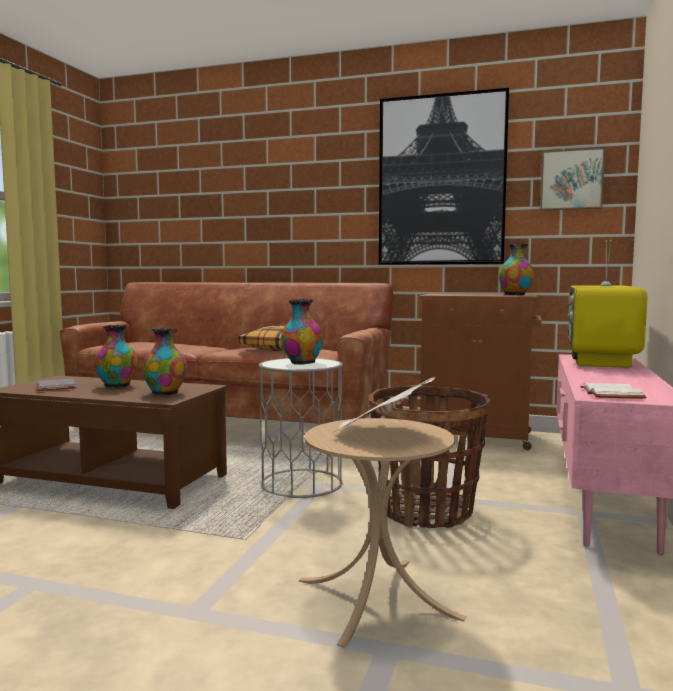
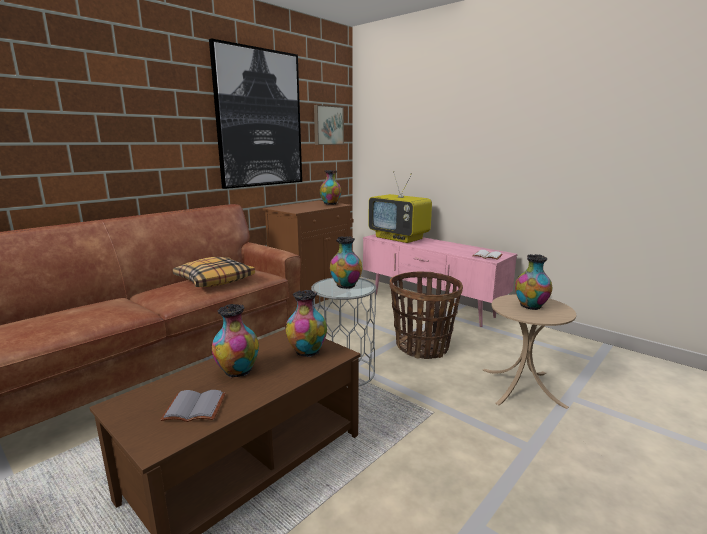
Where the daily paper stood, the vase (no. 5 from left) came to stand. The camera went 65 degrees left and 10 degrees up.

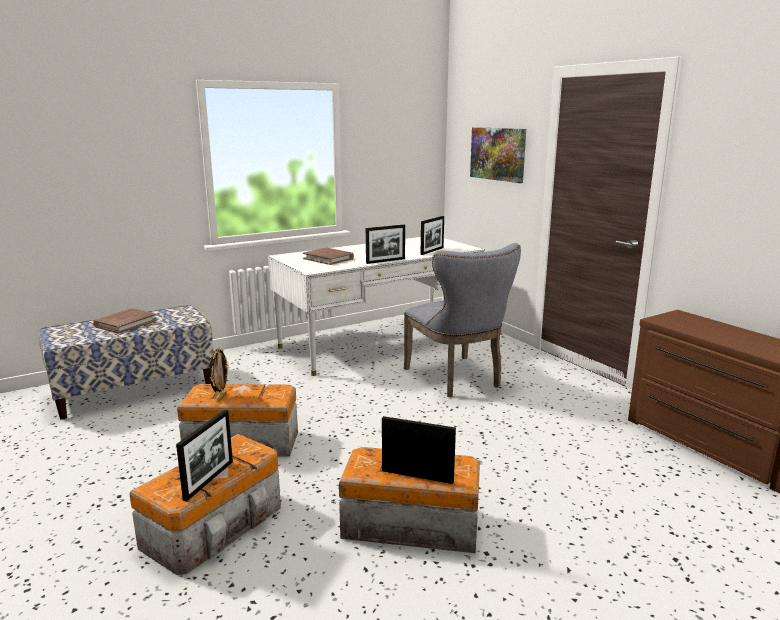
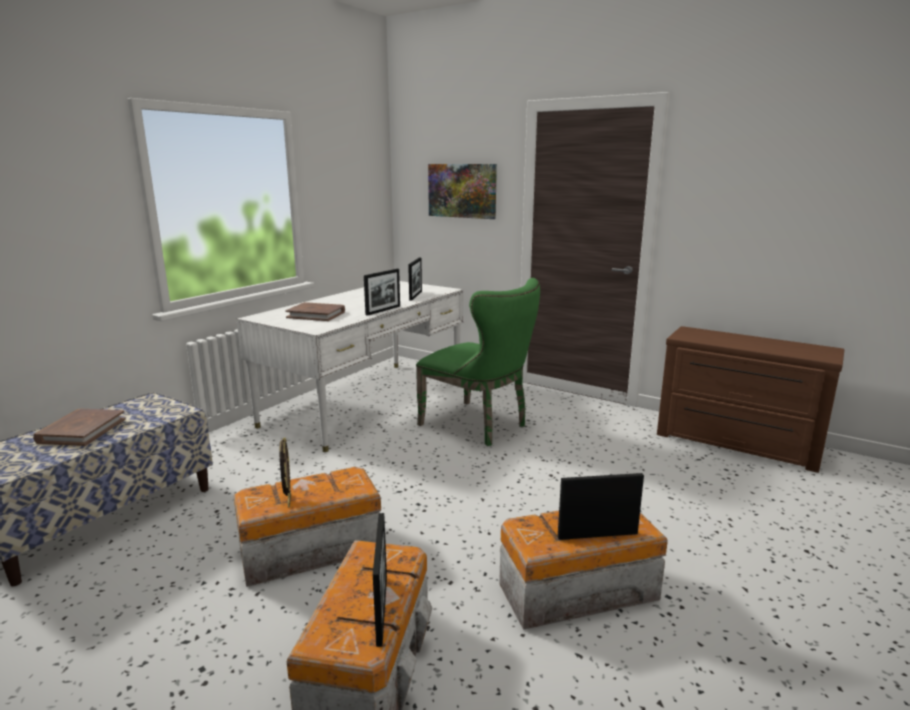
What was the greyish chair turned into the greenish chair. The camera went 25 degrees left and 0 degrees up.

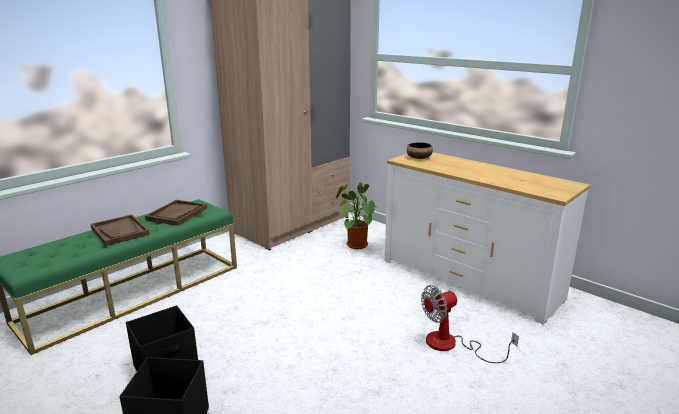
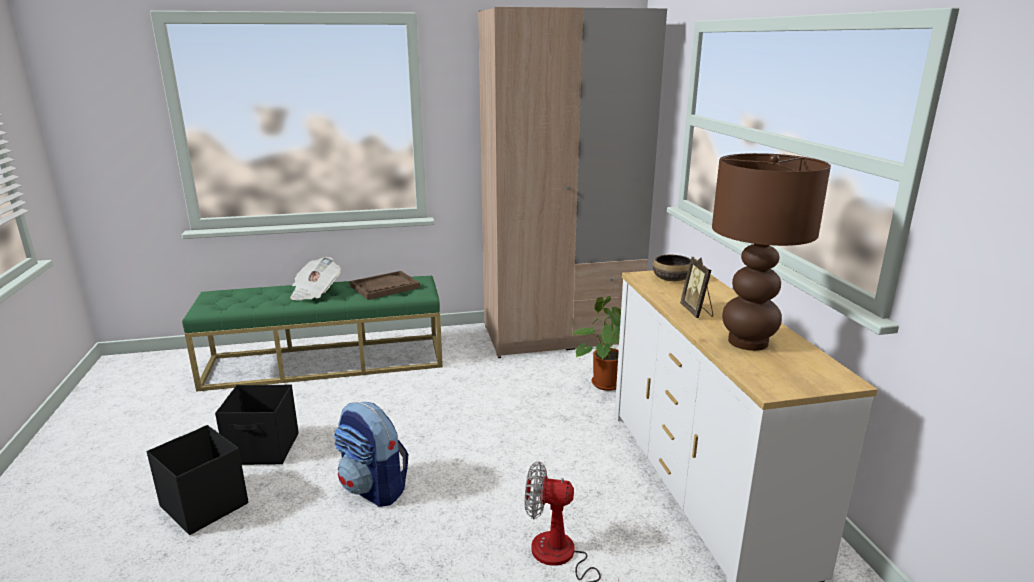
Where the brown-coloured carrying tray (no. 1 from left) stood, the daily paper came to stand. The second view gained the backpack. The second view gained the standing frame. The second view gained the brown-coloured lamp for a table. The camera went 35 degrees right and 0 degrees up.

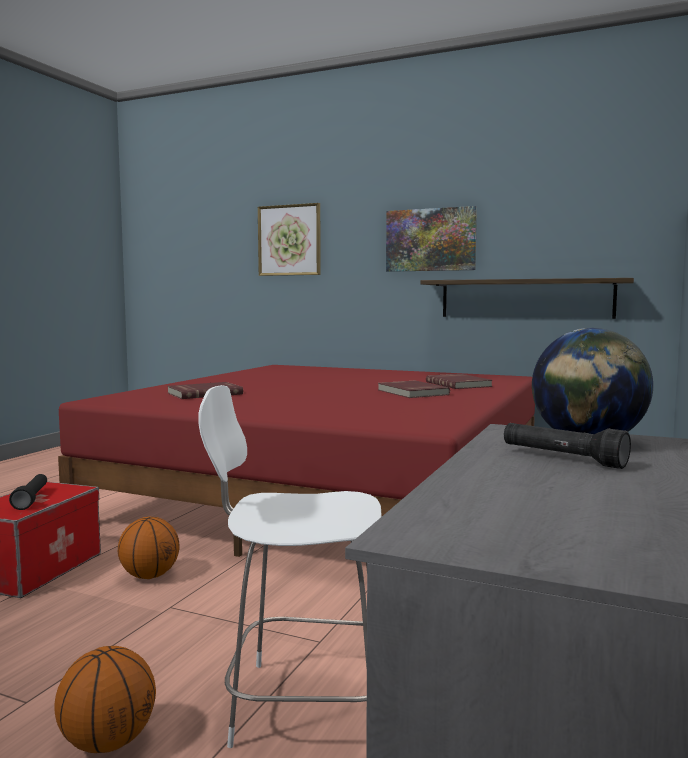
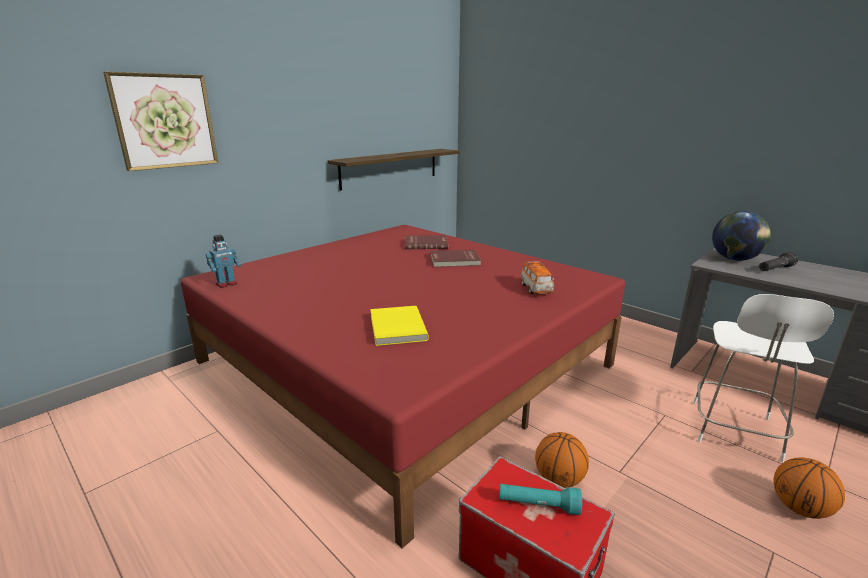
What was the blackish torch (no. 1 from left) turned into the turquoise-coloured torch. What was the red-coloured bound book (no. 1 from left) turned into the yellow bound book. The second view lost the wall picture (no. 2 from left). The second view gained the toy robot. The second view gained the model car. The camera went 70 degrees left and 15 degrees up.

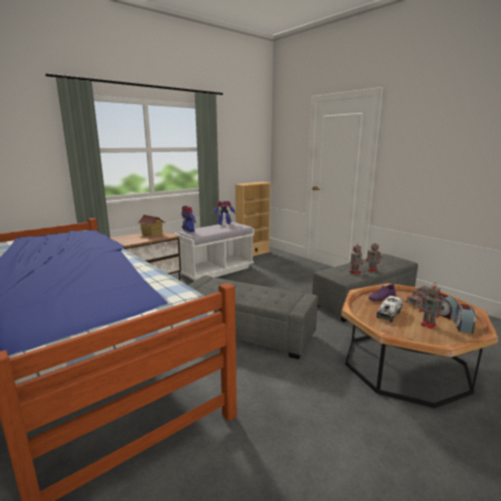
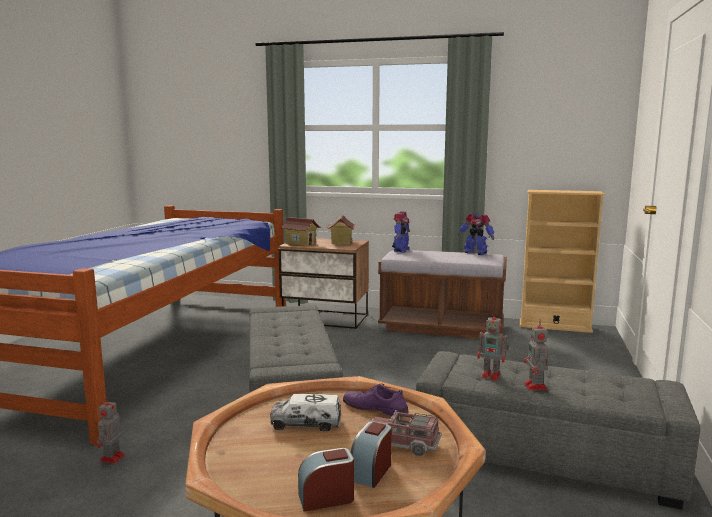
What was the whitish long seat turned into the brown-coloured long seat. The toy robot (no. 5 from left in the first image) ended up elsewhere. The second view gained the miniature house (no. 1 from left). The camera went 55 degrees right and 5 degrees down.

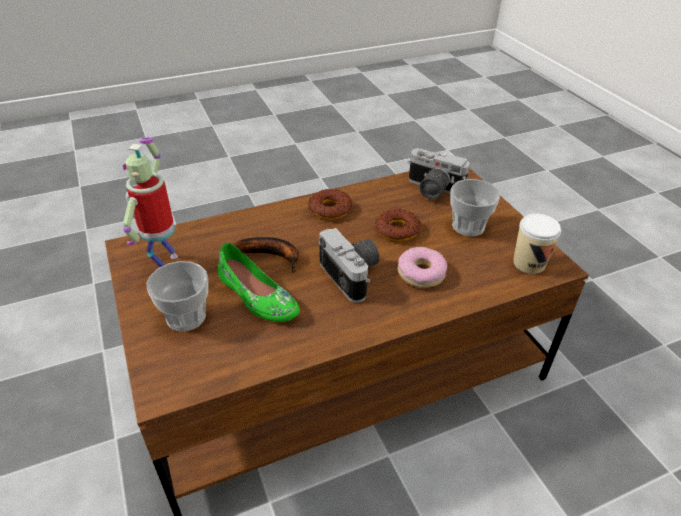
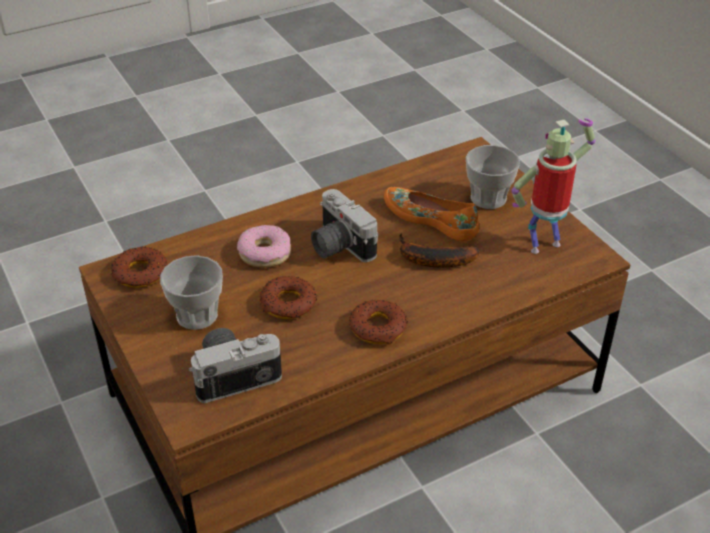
The toy robot ended up facing another way, 120 degrees counterclockwise from before. What was the greenish item of footwear turned into the orange item of footwear. The still camera (no. 2 from left in the first image) ended up facing another way, 45 degrees counterclockwise from before. Where the cup (no. 3 from left) stood, the doughnut (no. 1 from left) came to stand. The camera went 175 degrees right and 0 degrees up.

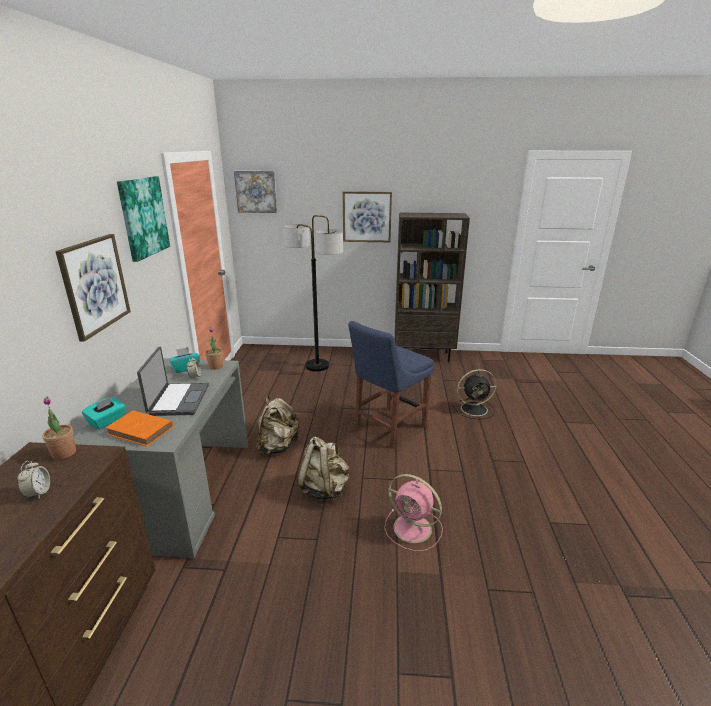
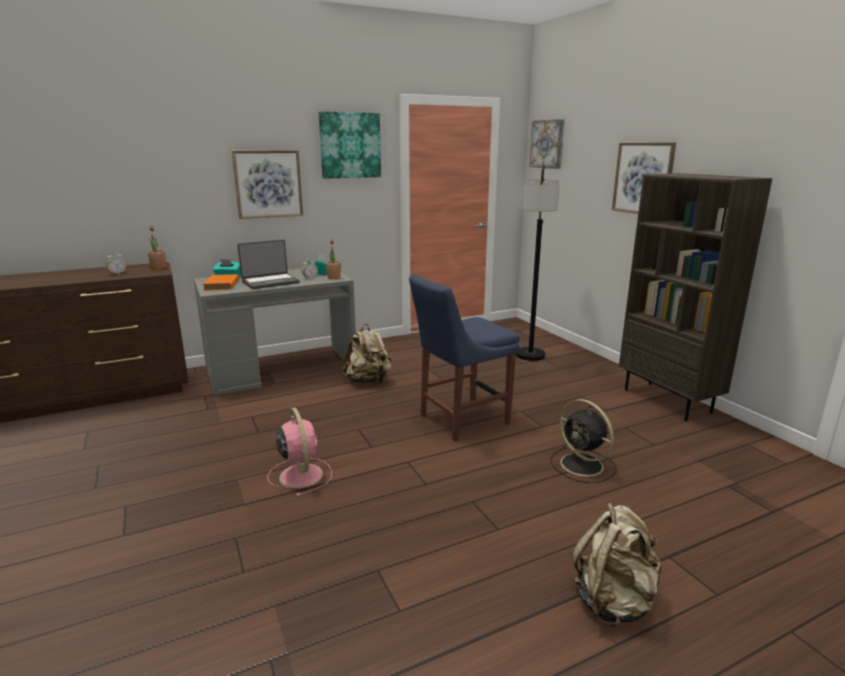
The beige backpack (no. 2 from left) ended up elsewhere. The blue-coloured chair ended up facing another way, 45 degrees counterclockwise from before. The pink fan ended up facing another way, 150 degrees clockwise from before. The camera went 60 degrees right and 5 degrees down.

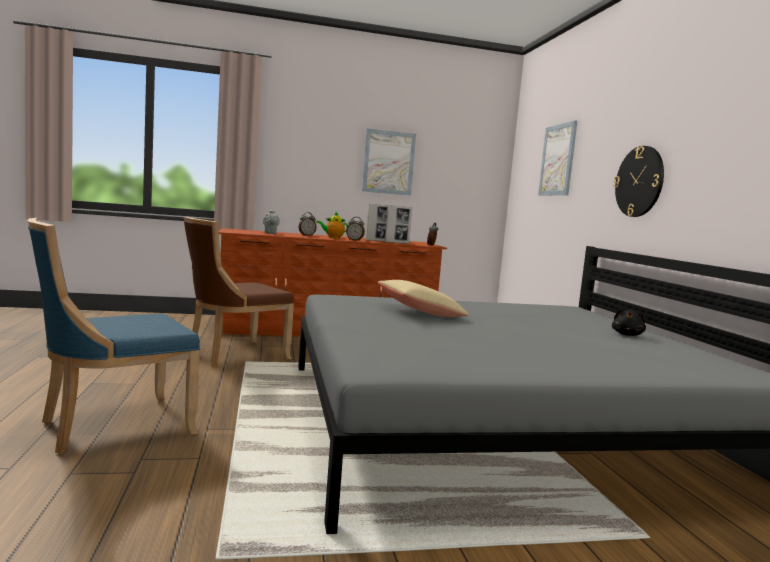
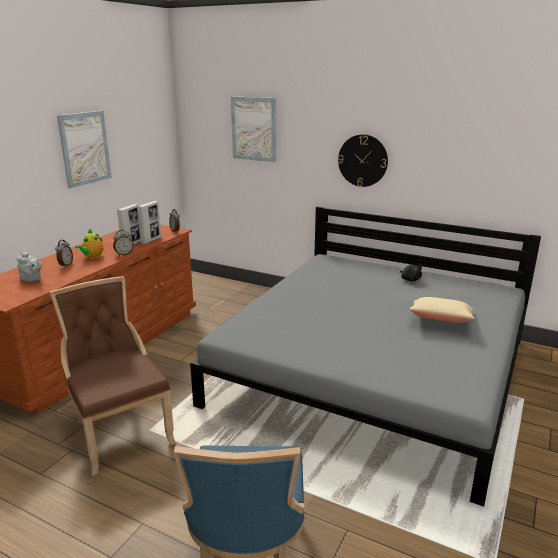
The brown-coloured chair ended up facing another way, 150 degrees clockwise from before. The beige cushion ended up elsewhere. The camera went 50 degrees left and 15 degrees up.

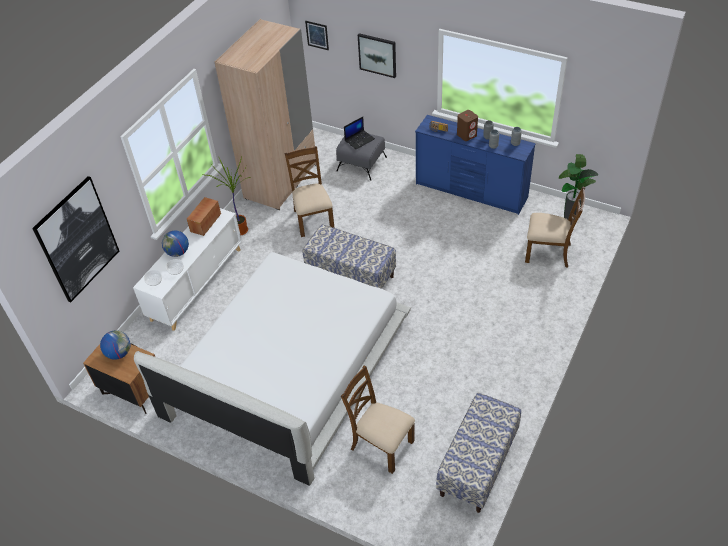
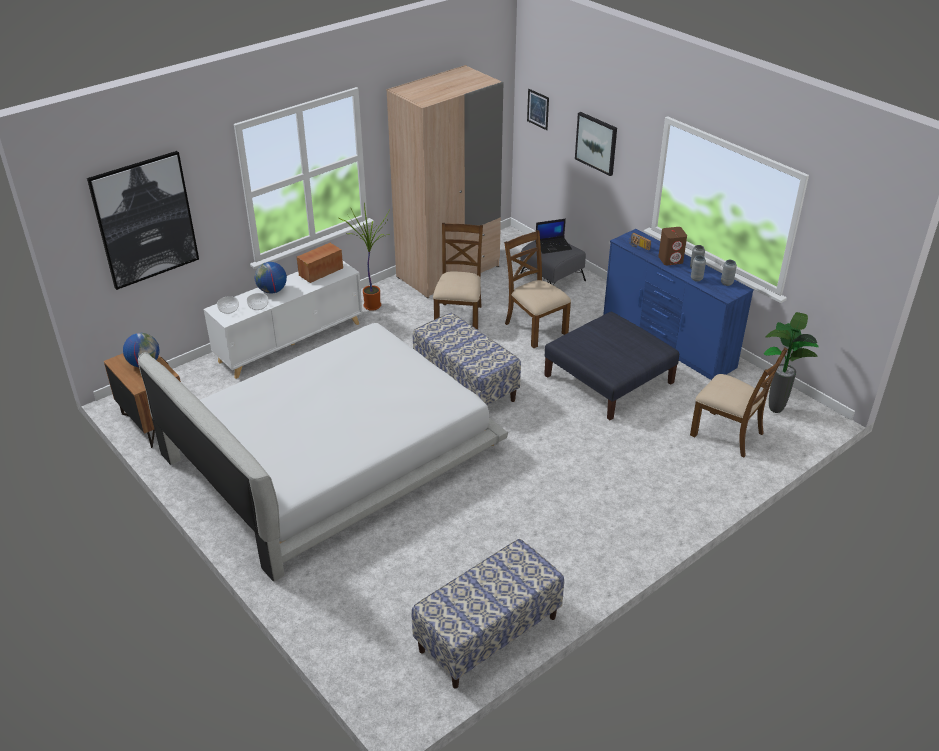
The brown-coloured chair (no. 2 from left) ended up elsewhere. The second view gained the blue-coloured footrest. The camera went 20 degrees right and 10 degrees down.

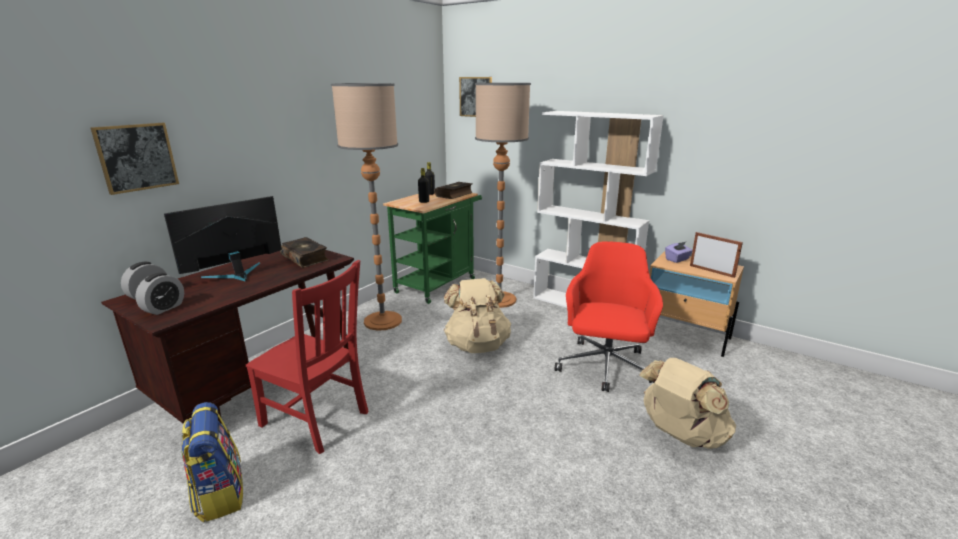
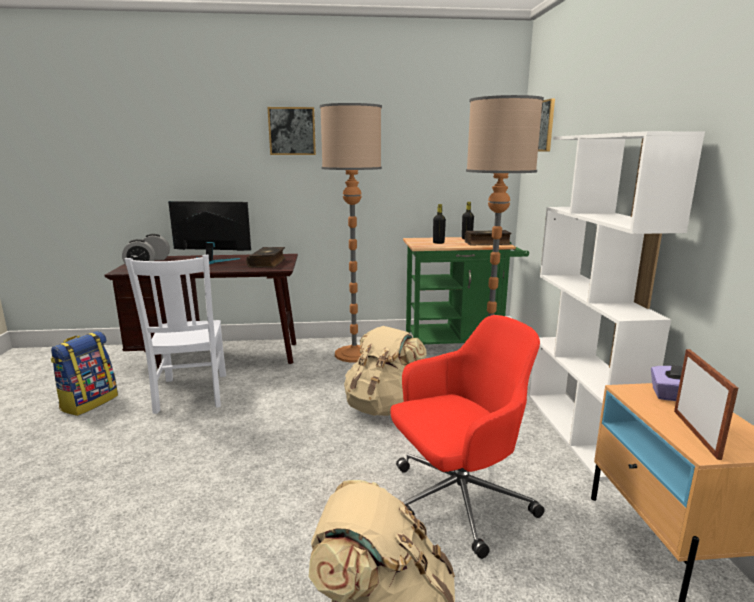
The wall picture (no. 1 from left) ended up elsewhere. What was the red-coloured chair turned into the whitish chair. The camera went 50 degrees right and 5 degrees down.

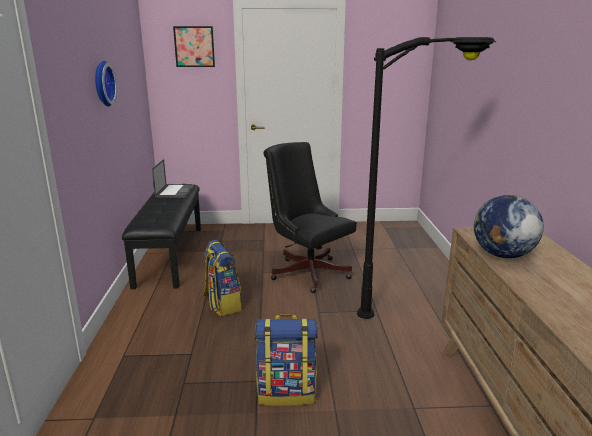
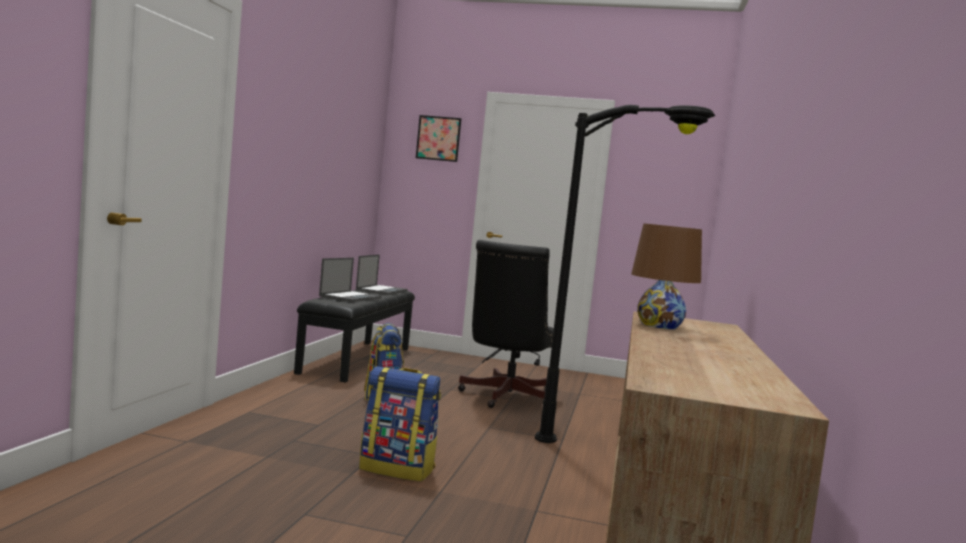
The second view lost the hanging clock. The blackish computer chair ended up facing another way, 135 degrees counterclockwise from before. Where the globe stood, the brown-coloured lamp for a table came to stand. The second view gained the notebook computer (no. 1 from left). The camera went 15 degrees right and 15 degrees down.

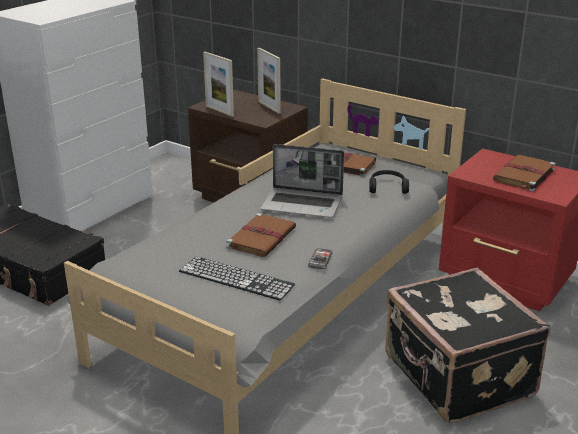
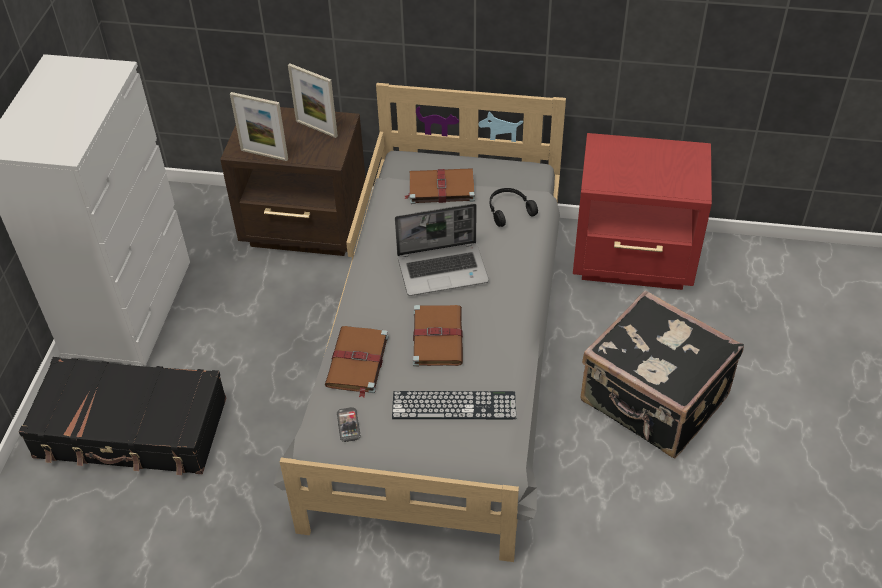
The phone ended up elsewhere. The brown-coloured bound book (no. 3 from left in the first image) ended up elsewhere. The camera went 25 degrees left and 20 degrees up.

